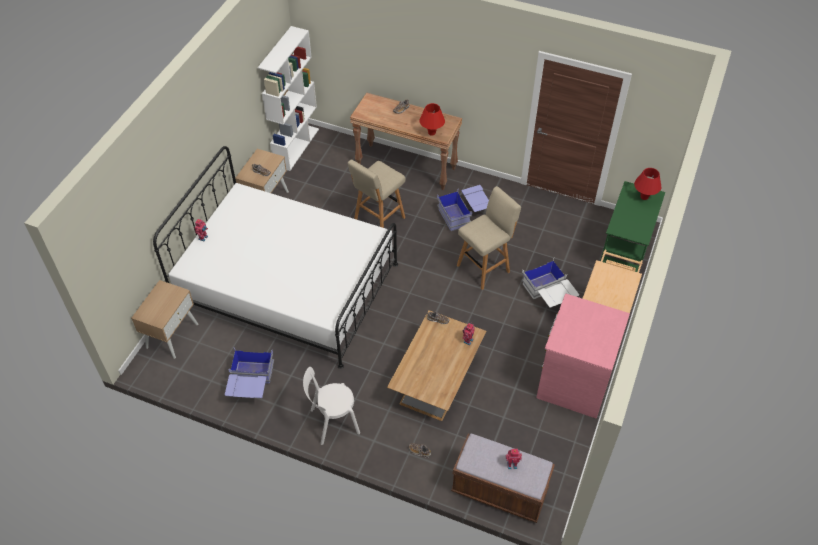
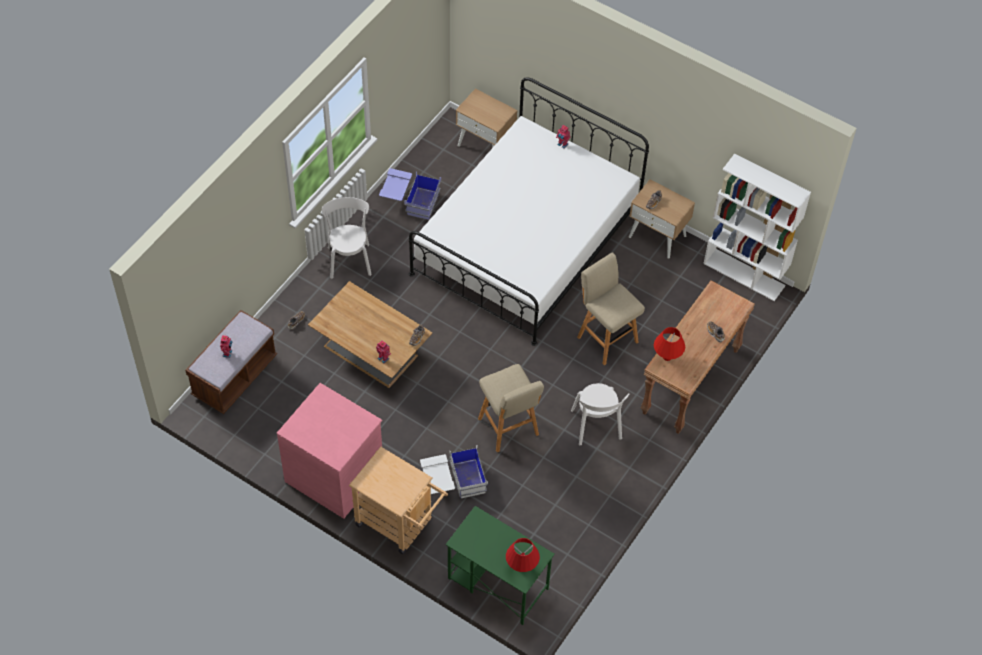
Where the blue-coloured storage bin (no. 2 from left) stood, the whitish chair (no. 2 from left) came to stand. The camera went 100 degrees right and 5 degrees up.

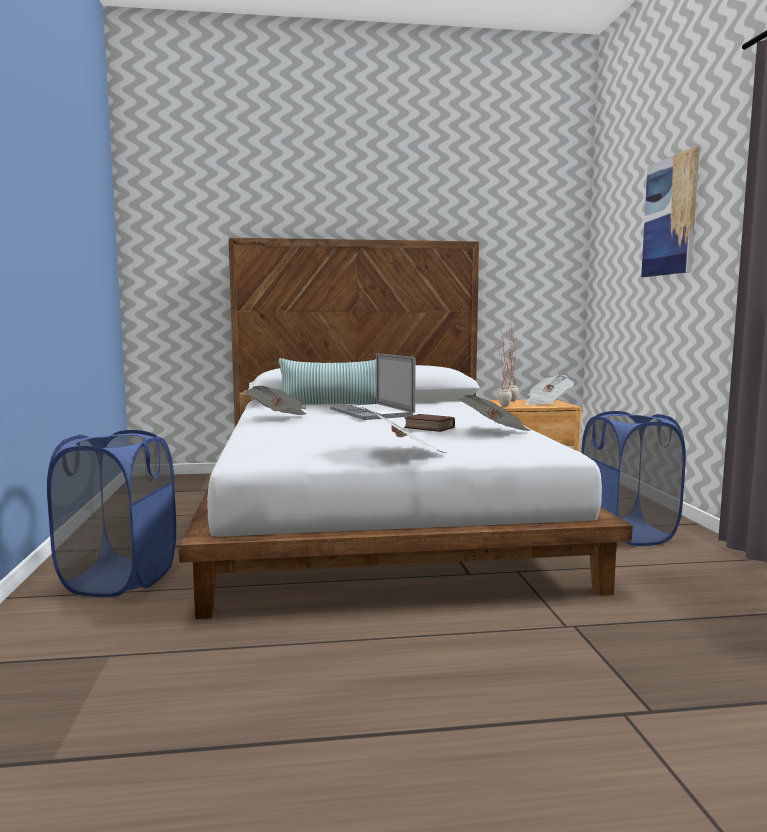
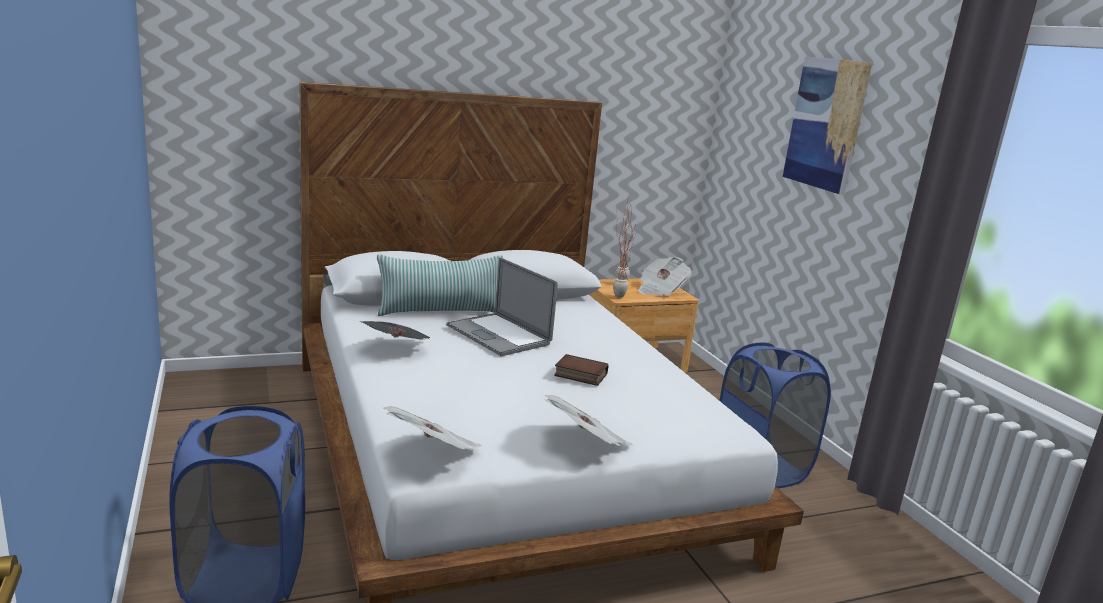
The daily paper (no. 3 from left in the first image) ended up elsewhere. The camera went 15 degrees left and 10 degrees up.

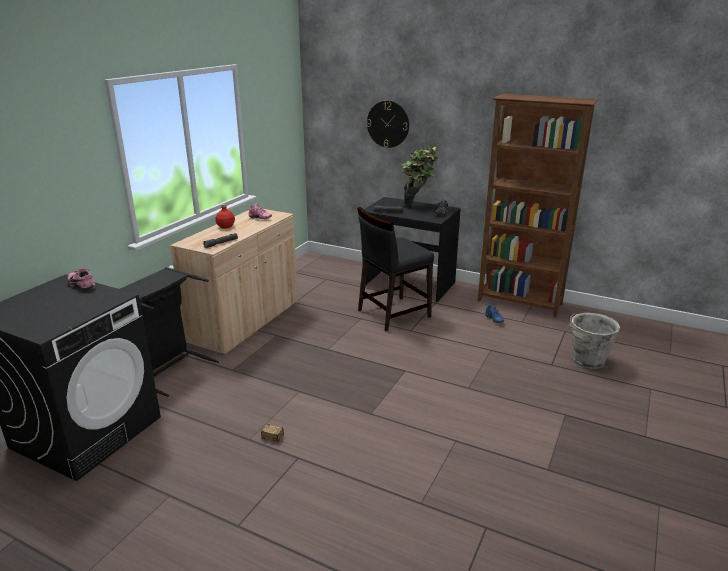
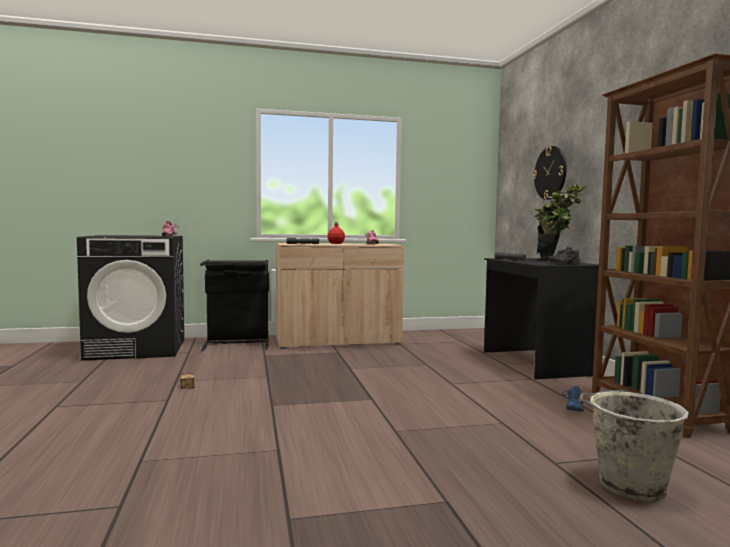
The second view lost the blackish chair. The camera went 50 degrees right and 20 degrees down.

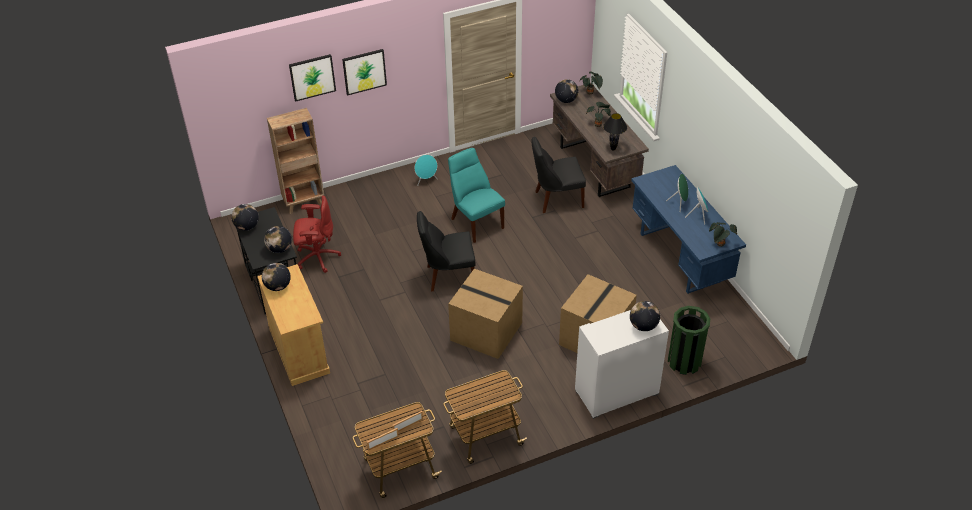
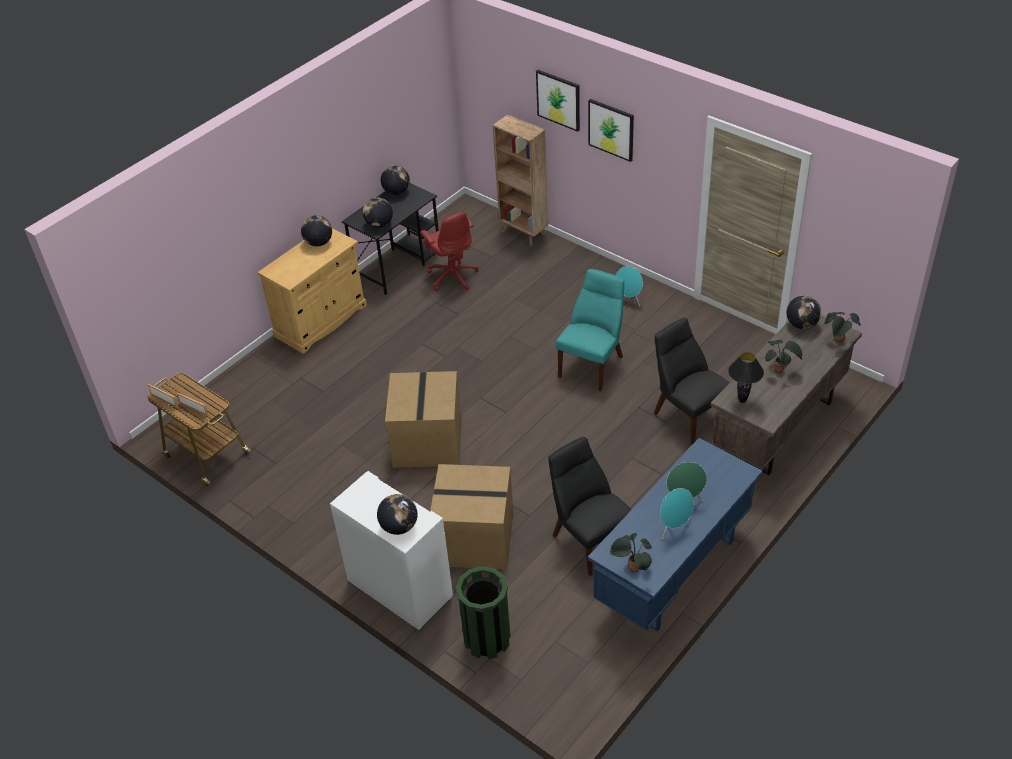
The blackish chair (no. 1 from left) ended up elsewhere. The second view lost the wheeled cart (no. 2 from left). The camera went 65 degrees right and 0 degrees up.

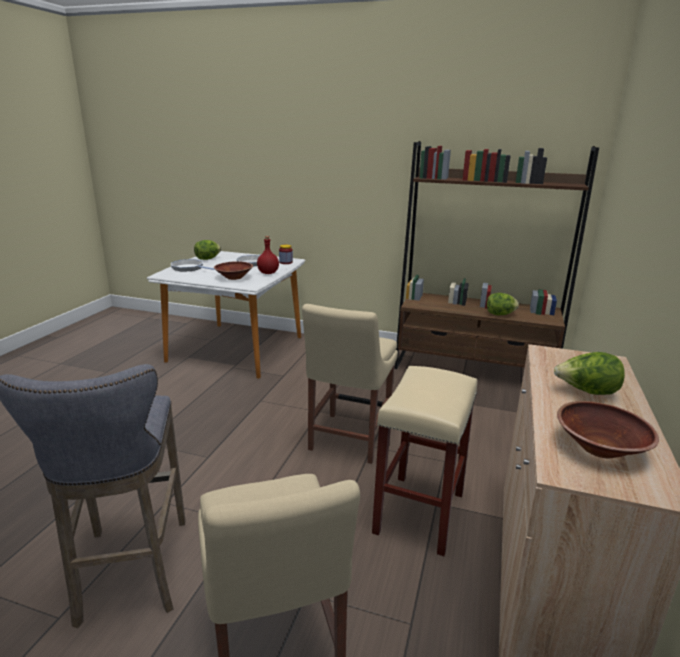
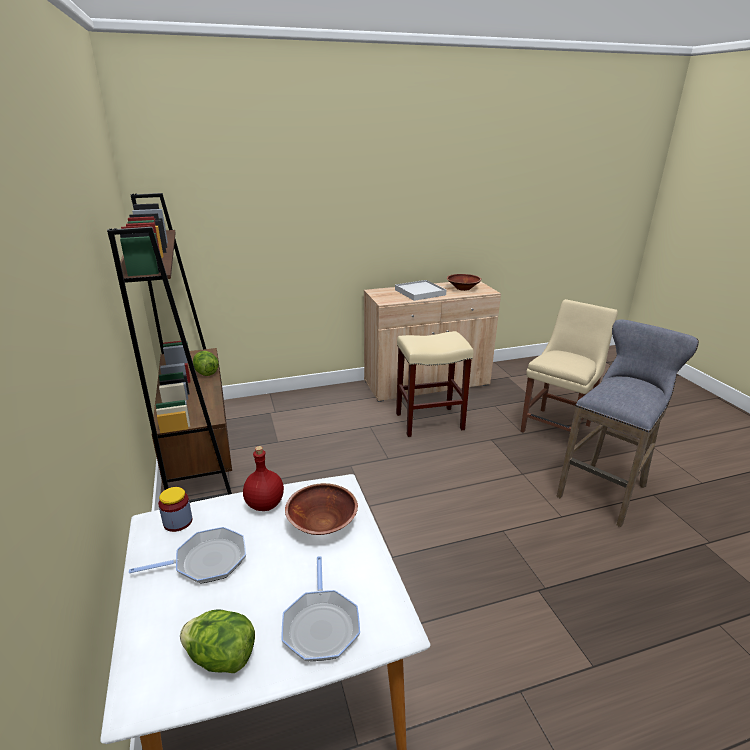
The second view lost the beige chair (no. 2 from left). Where the lettuce (no. 3 from left) stood, the whitish carrying tray came to stand. The camera went 125 degrees left and 5 degrees up.

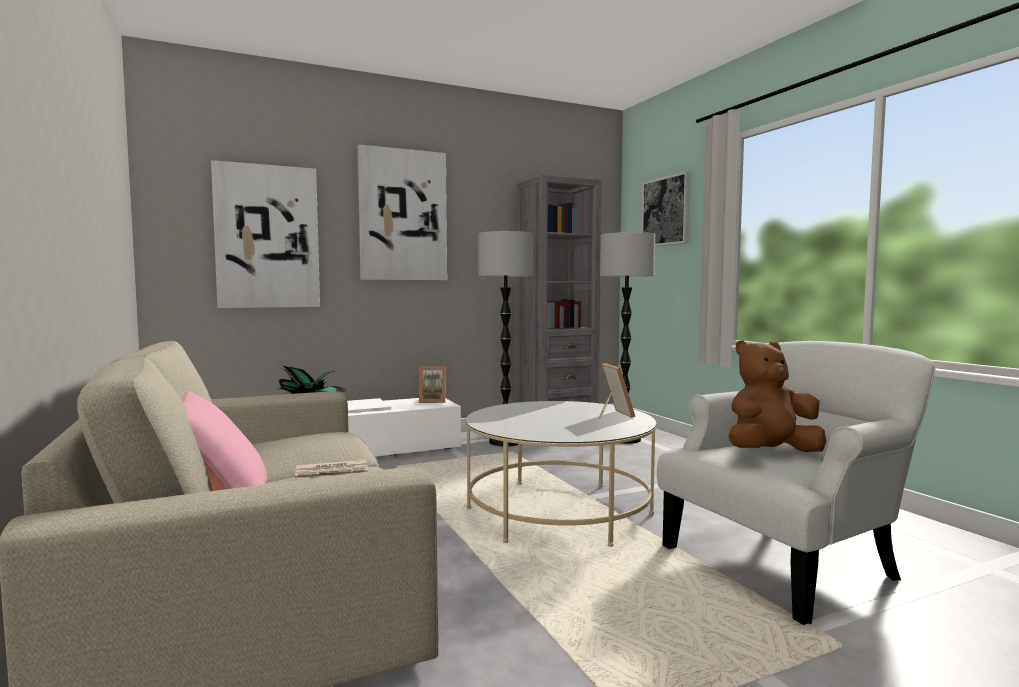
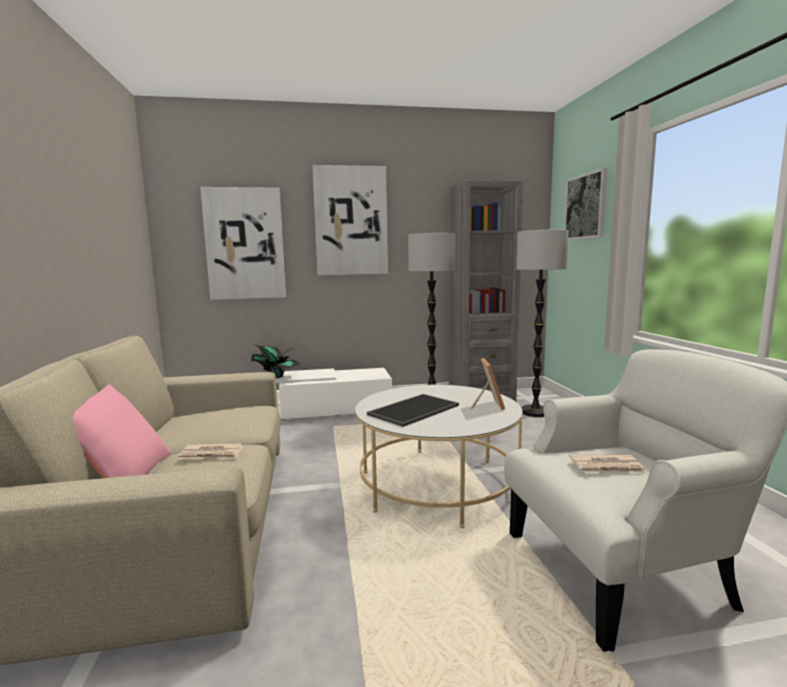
The second view lost the standing frame (no. 1 from left). Where the brown-coloured plush toy stood, the daily paper (no. 2 from left) came to stand. The second view gained the carrying tray. The camera went 15 degrees right and 5 degrees up.

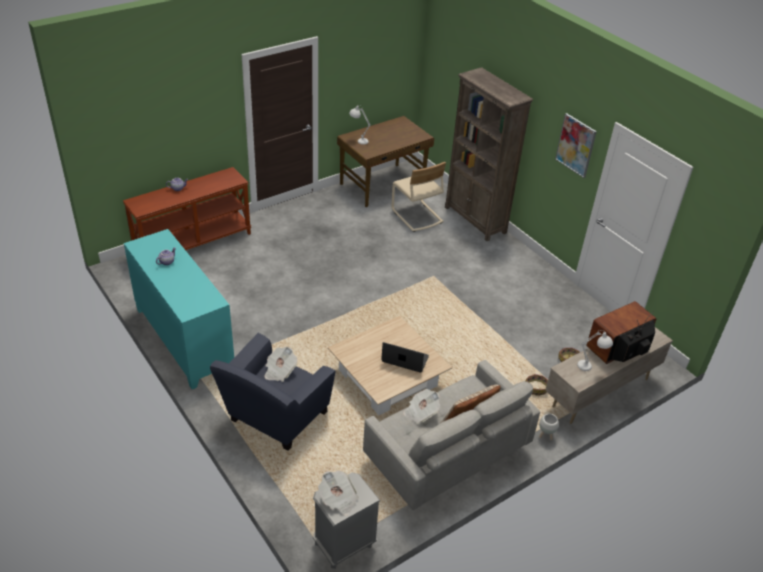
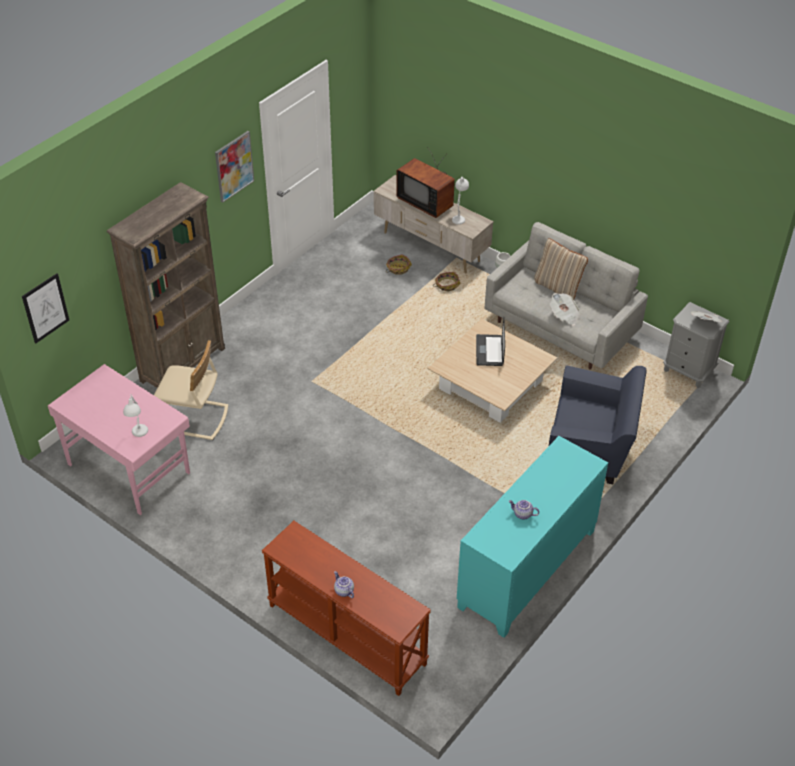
The second view lost the daily paper (no. 1 from left). What was the brown-coloured desk turned into the pink desk. The beige chair ended up facing another way, 60 degrees clockwise from before. The second view gained the wall picture (no. 1 from left). The camera went 105 degrees left and 5 degrees up.

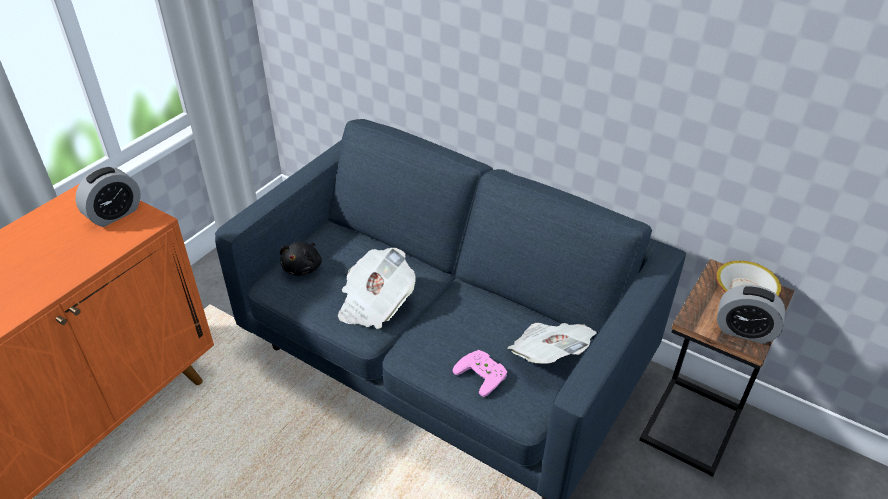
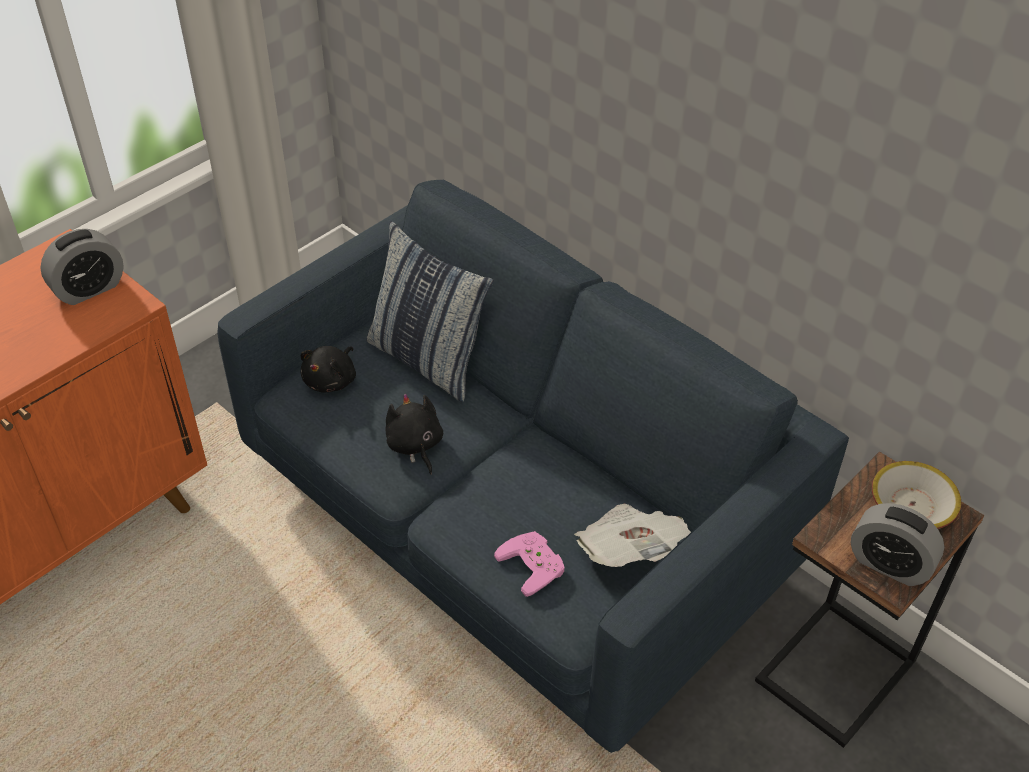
Where the daily paper (no. 1 from left) stood, the blackish plush toy (no. 2 from left) came to stand. The second view gained the cushion. The camera went 10 degrees right and 5 degrees up.

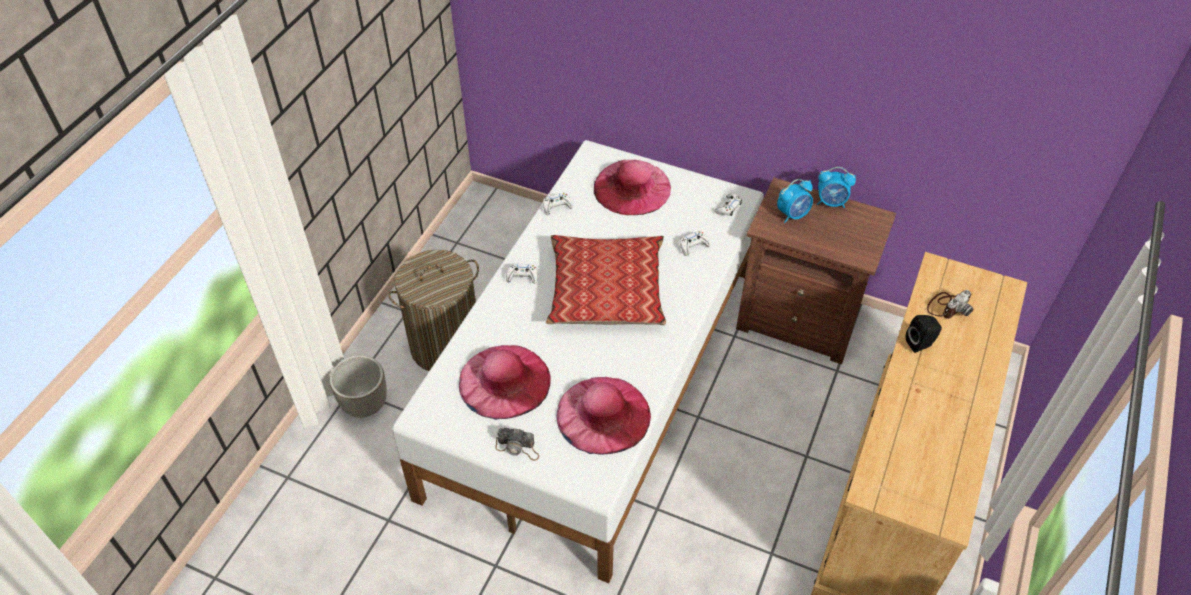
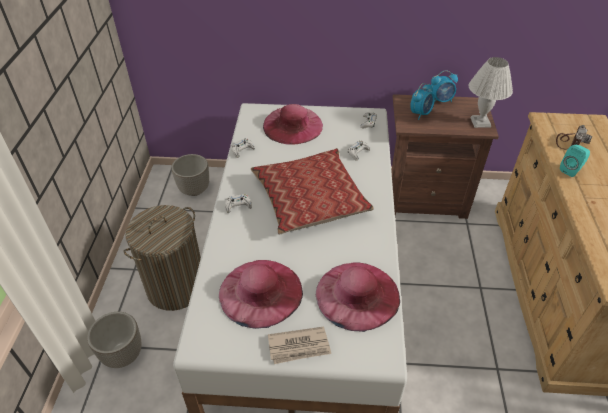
Where the still camera (no. 1 from left) stood, the daily paper came to stand. What was the blackish loudspeaker turned into the turquoise-coloured loudspeaker. The second view gained the planter (no. 2 from left). The second view gained the whitish lamp for a table. The camera went 20 degrees left and 5 degrees down.

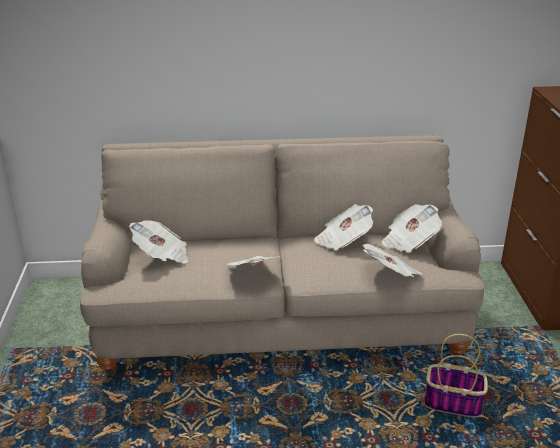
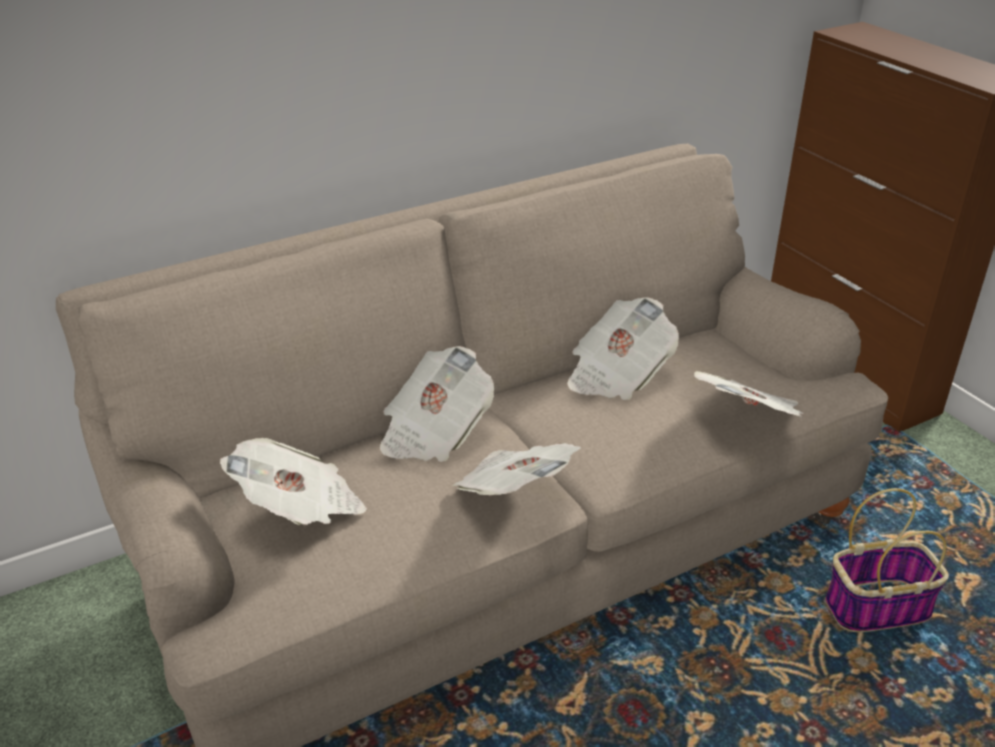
The daily paper (no. 5 from left in the first image) ended up elsewhere. The camera went 25 degrees left and 5 degrees up.

